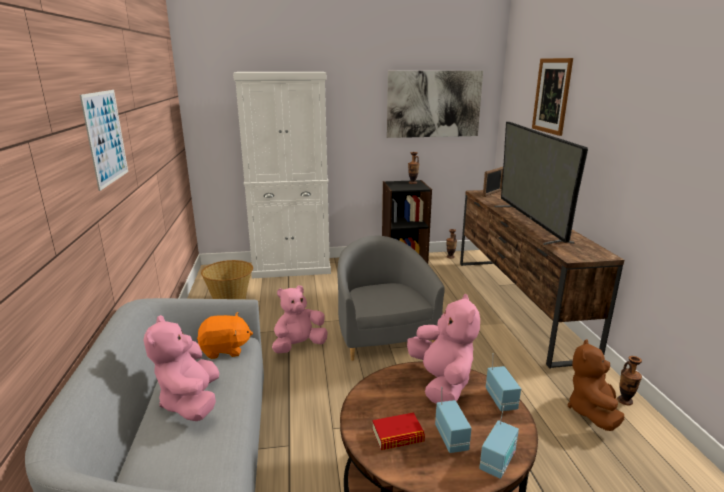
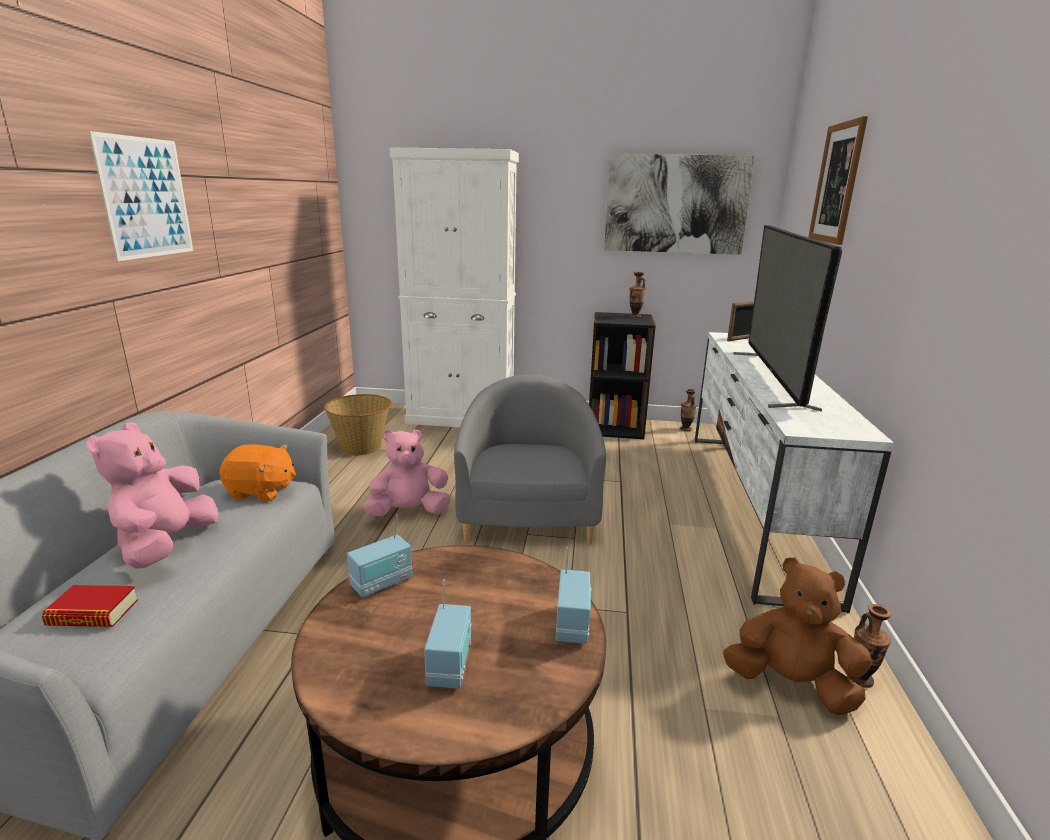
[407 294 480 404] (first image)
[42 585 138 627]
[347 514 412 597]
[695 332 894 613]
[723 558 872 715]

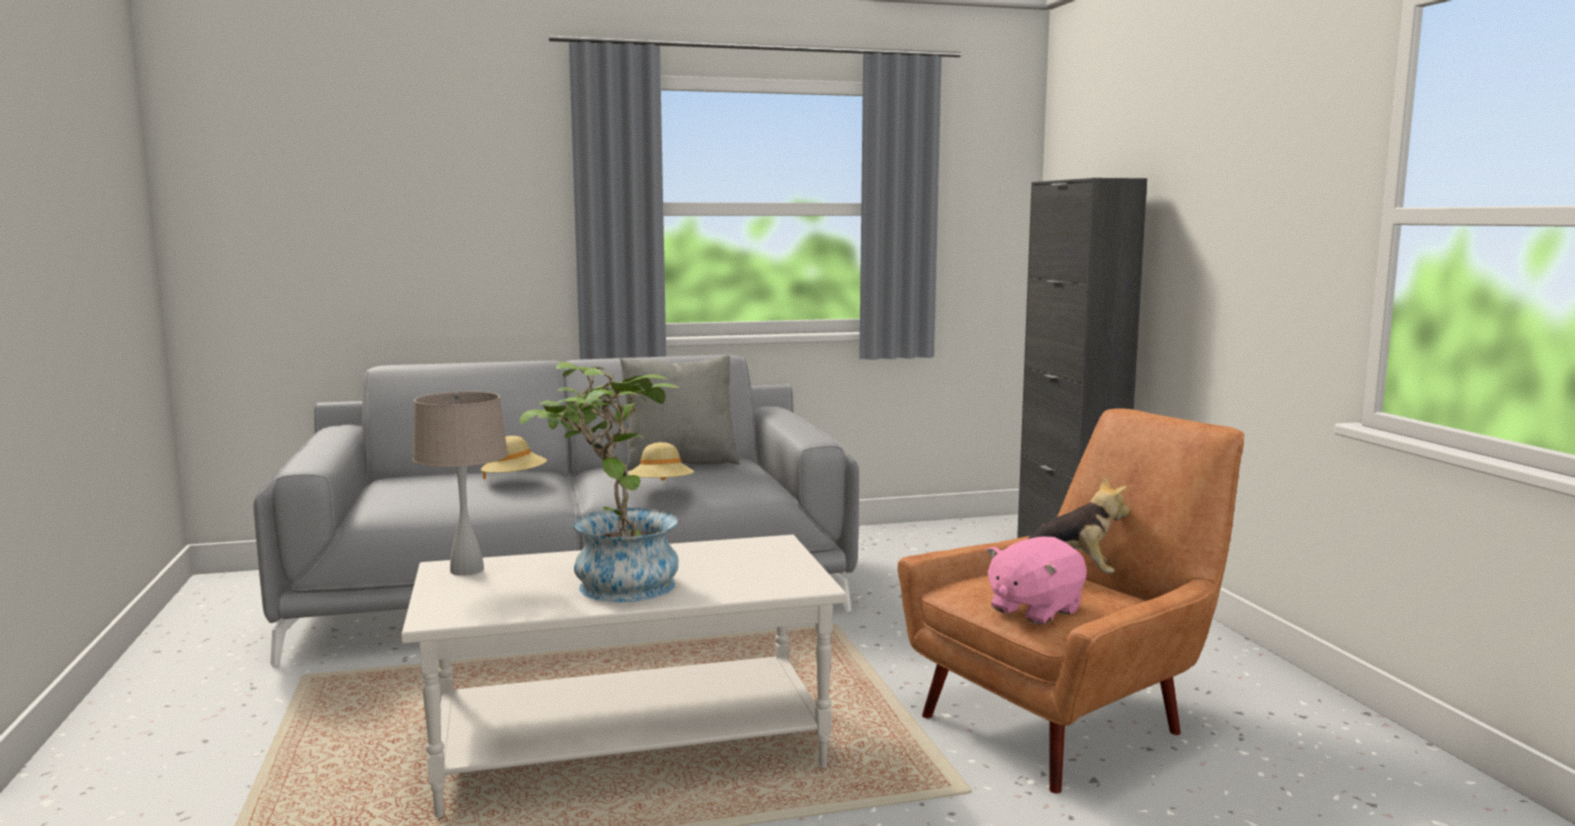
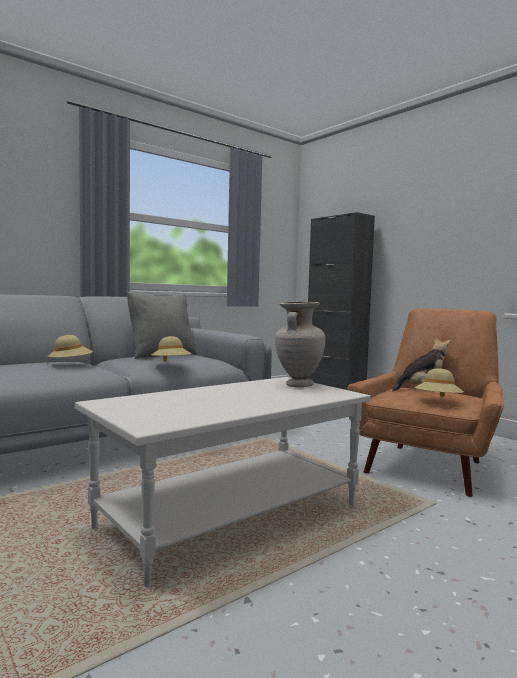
[412 391 508 576] (first image)
[520 362 679 602] (first image)
[275 302 325 387]
[414 368 464 397]

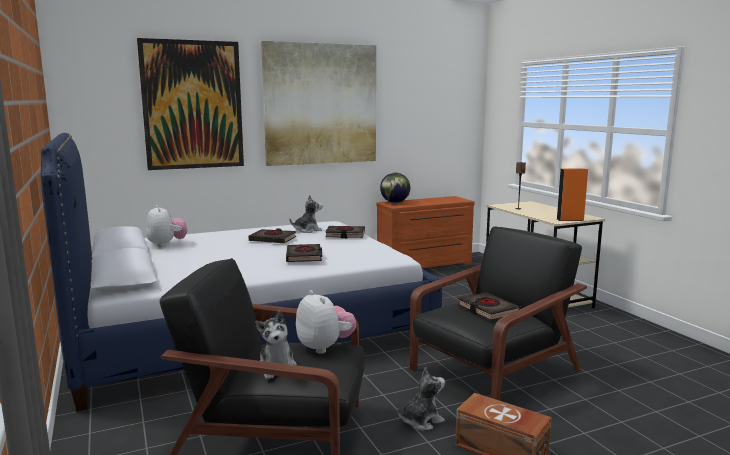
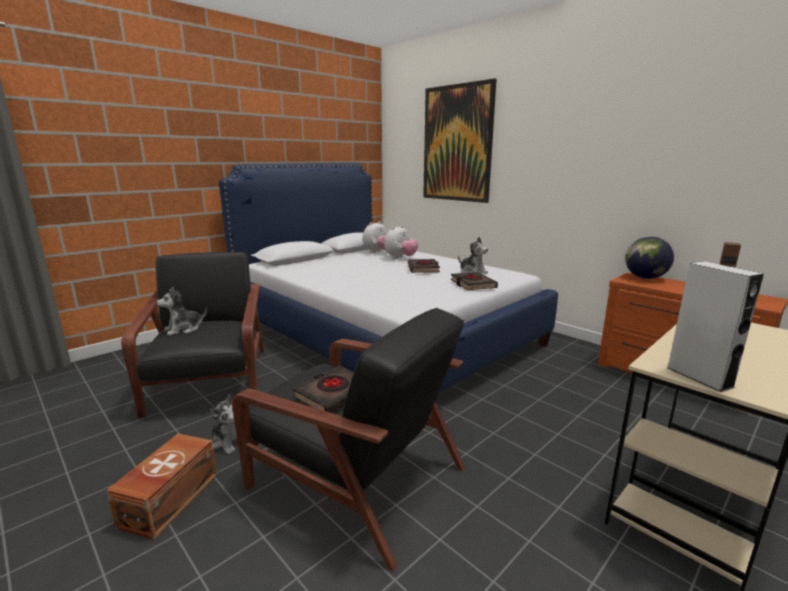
[261 41 376 166] (first image)
[286 244 322 262] (first image)
[384 225 419 259]
[667 261 764 392]

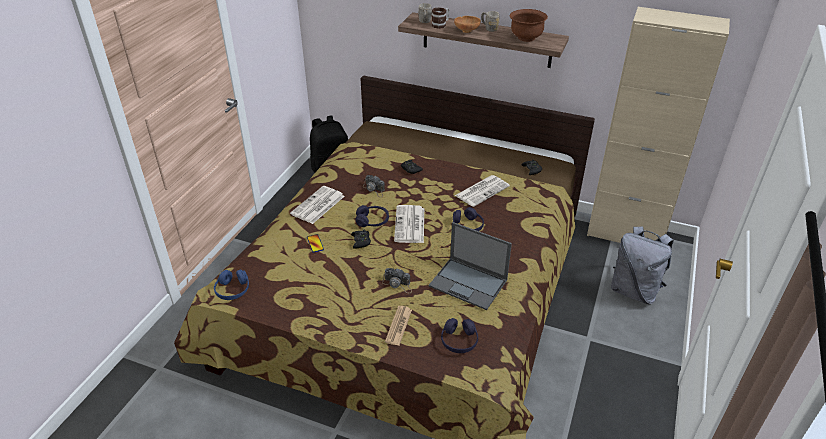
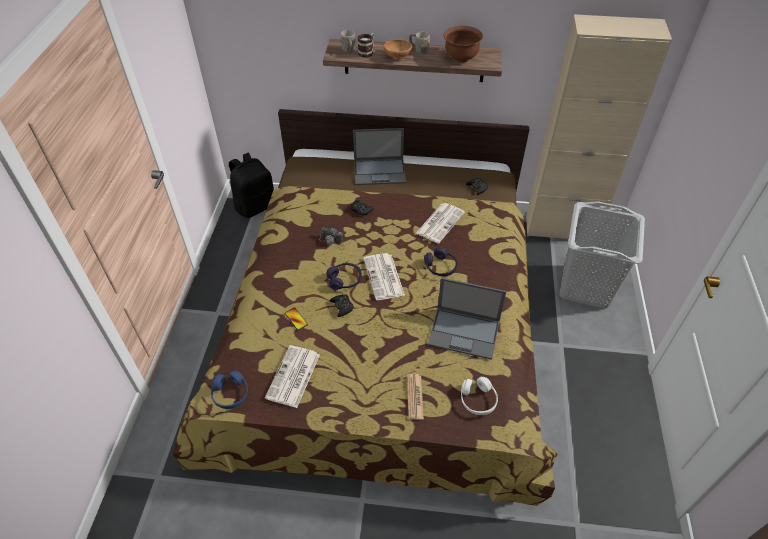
[382 268 412 293] (first image)
[353 128 406 185]
[265 345 320 408]
[559 202 645 308]
[461 377 498 415]

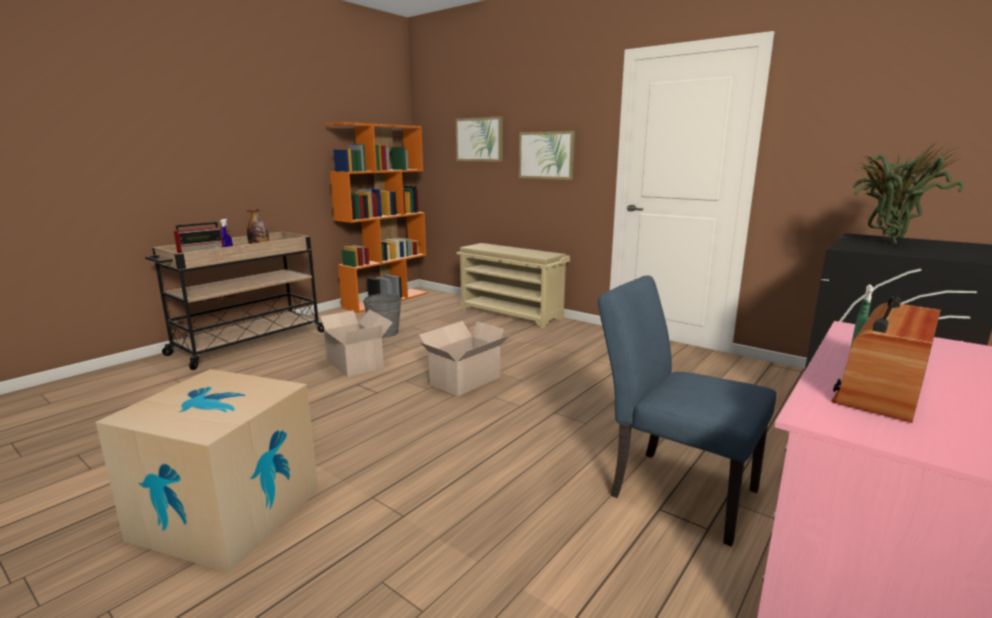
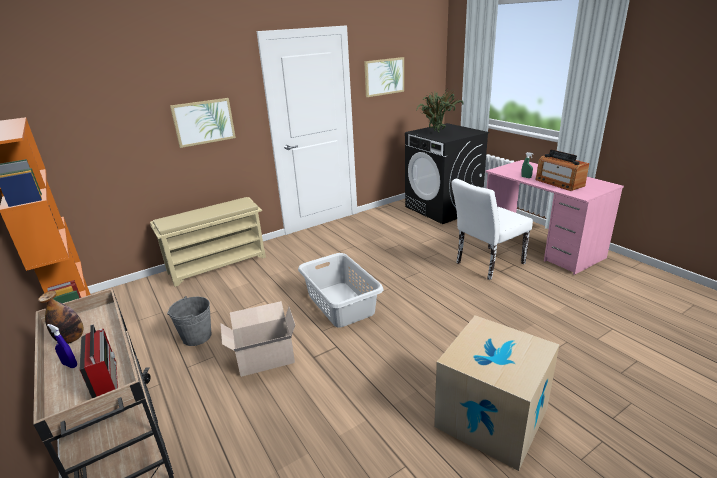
[364 57 404 97]
[298 253 384 327]
[451 179 533 280]

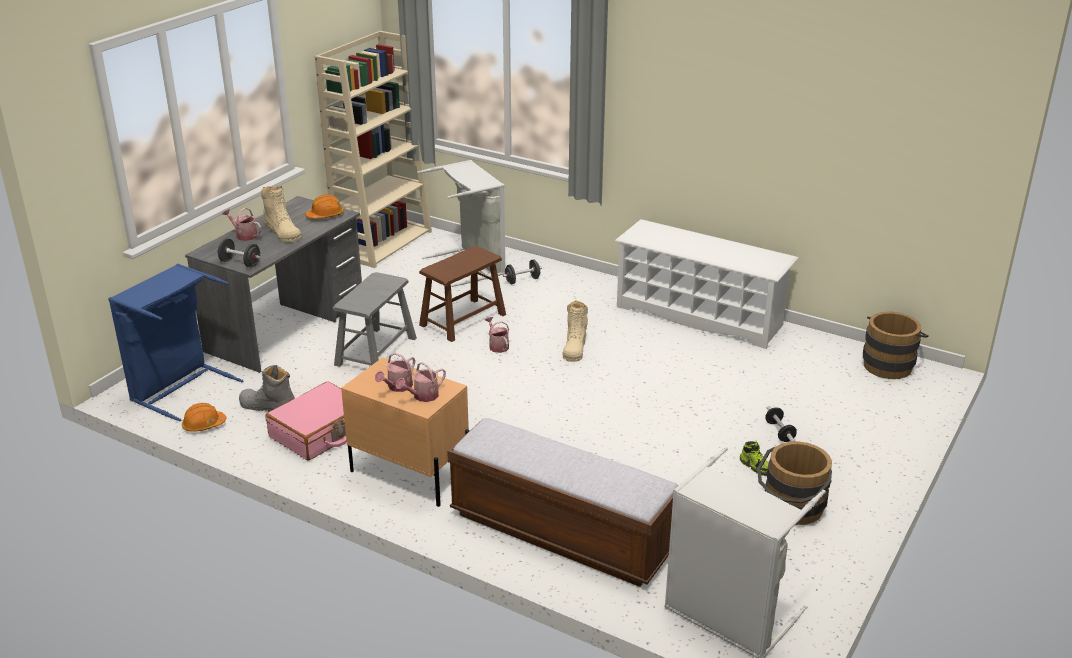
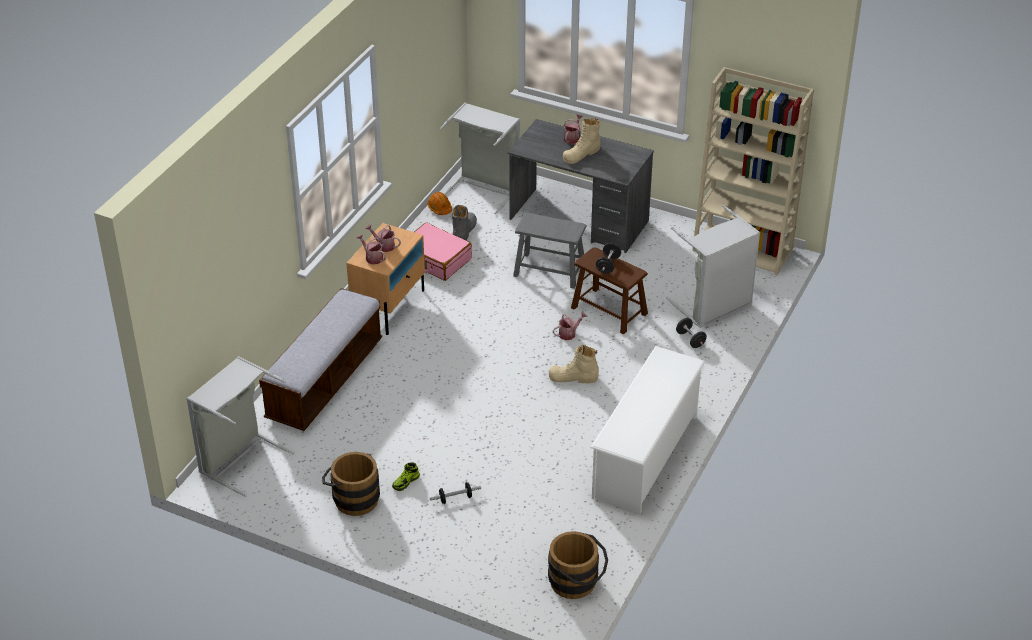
[306 194 344 219] (first image)
[596 243 621 274]
[440 102 520 214]

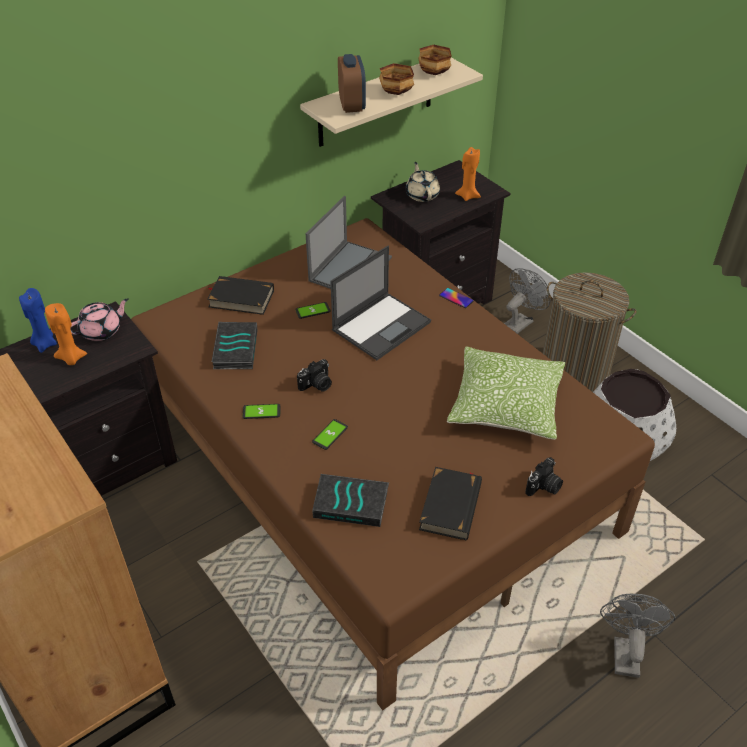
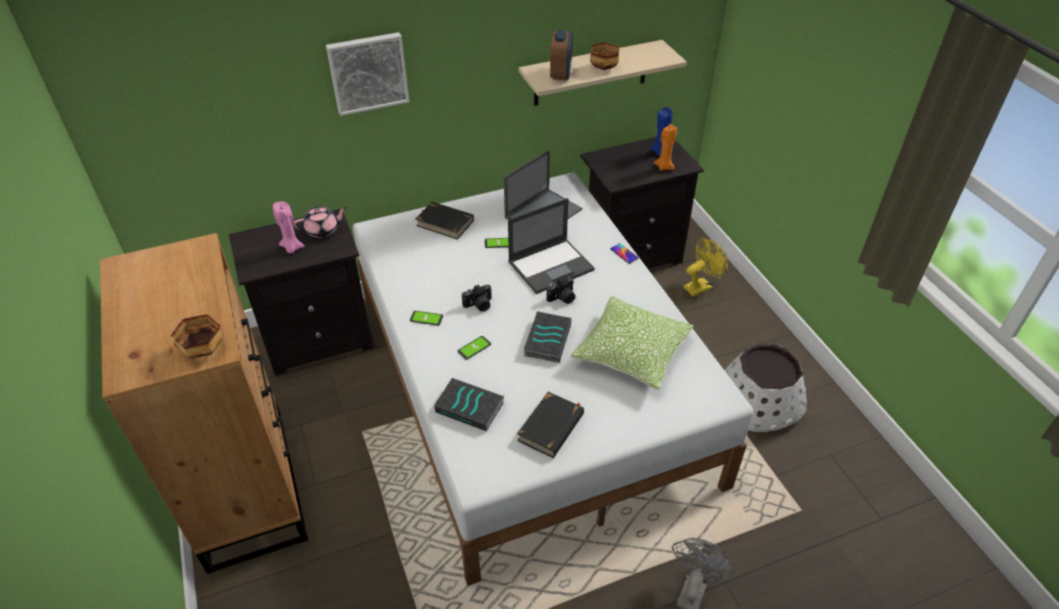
[406 162 440 202] (first image)
[543 272 637 392] (first image)
[326 32 409 116]
[650 107 673 156]
[524 311 572 363]
[171 314 224 359]
[547 277 575 304]
[273 202 305 253]
[353 173 753 586]
[684 238 728 296]

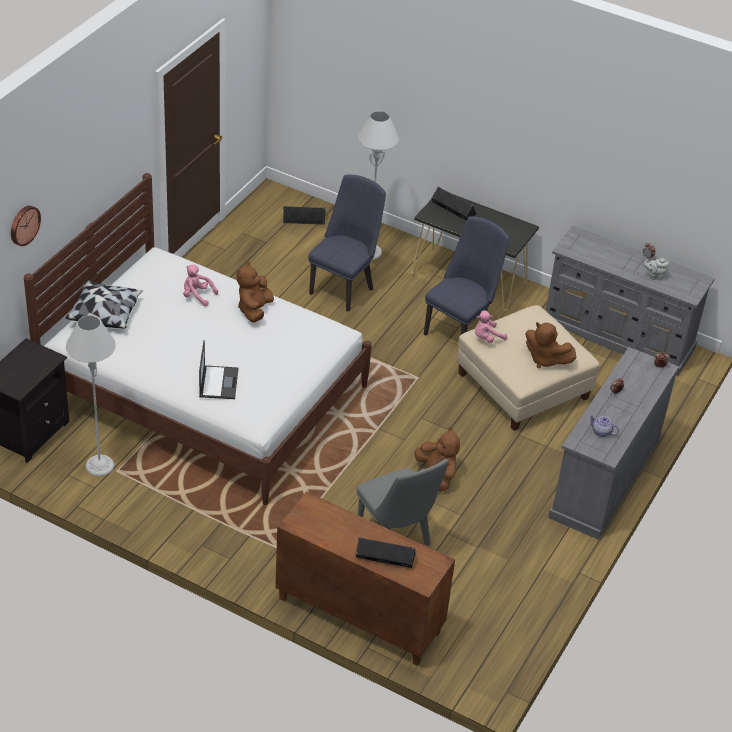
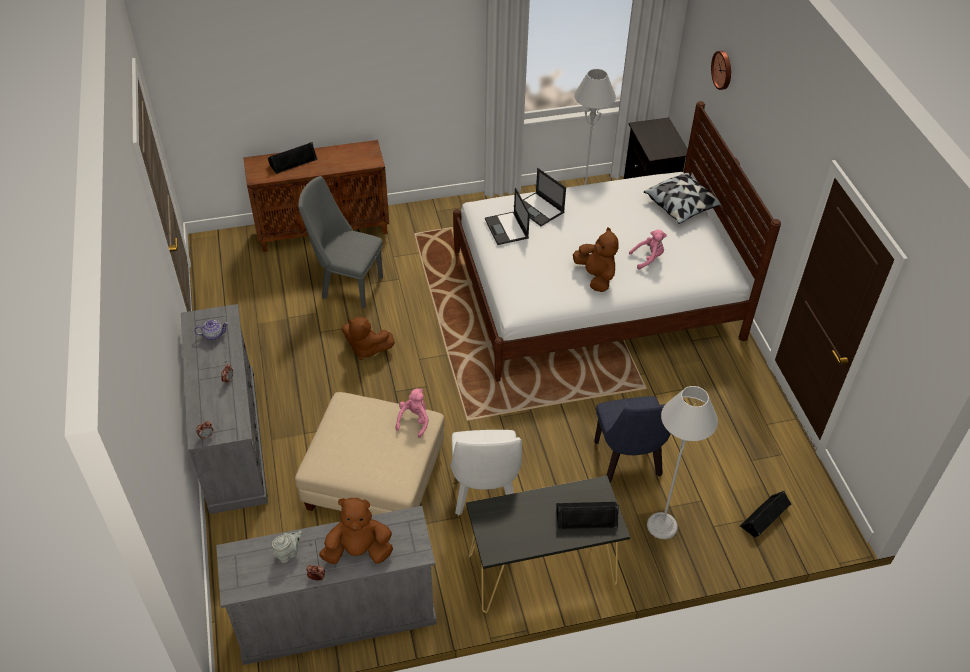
[485 187 530 245]
[319 498 393 564]
[450 430 522 515]

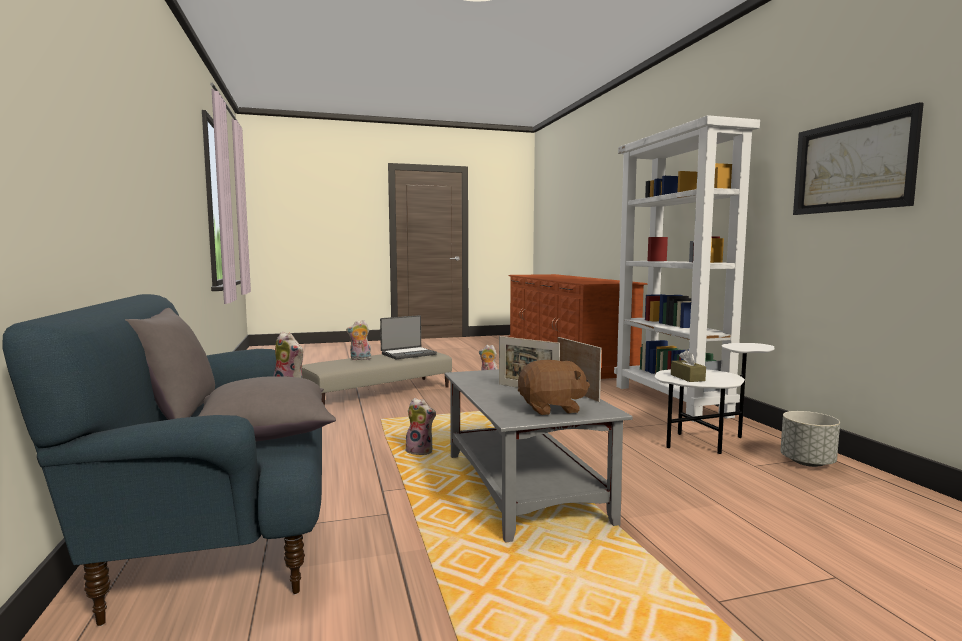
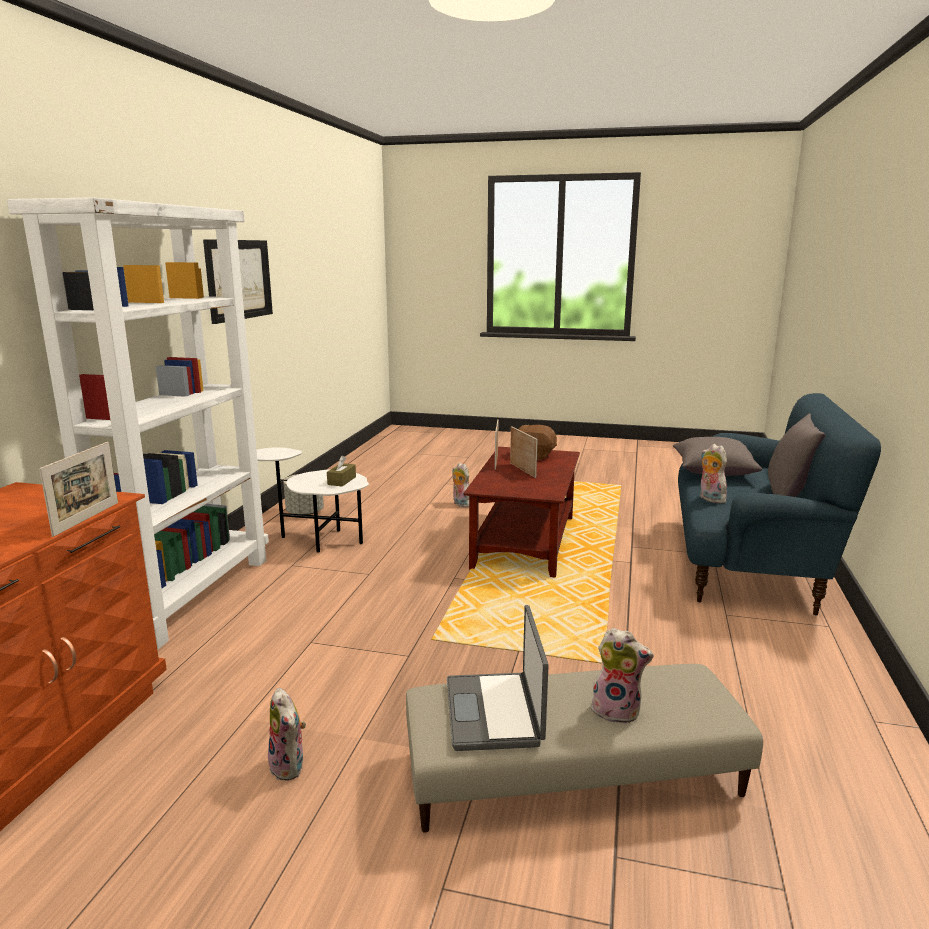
[39 442 118 537]
[452 463 469 507]
[464 447 580 578]
[447 605 549 751]

